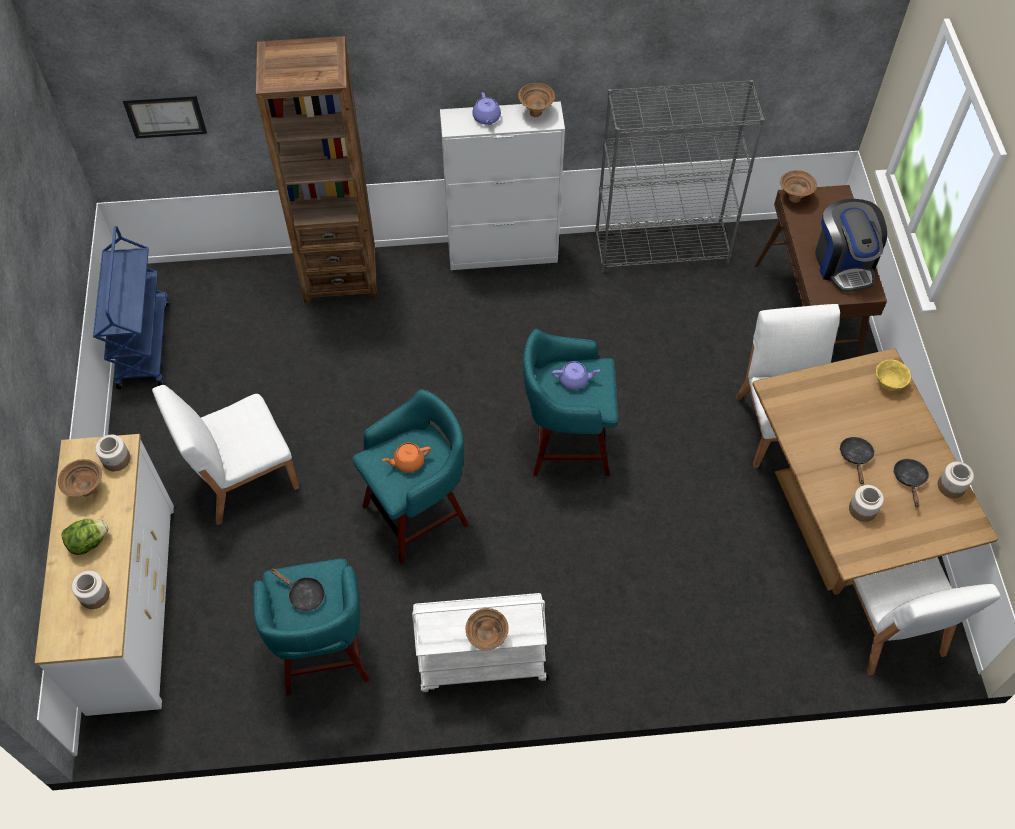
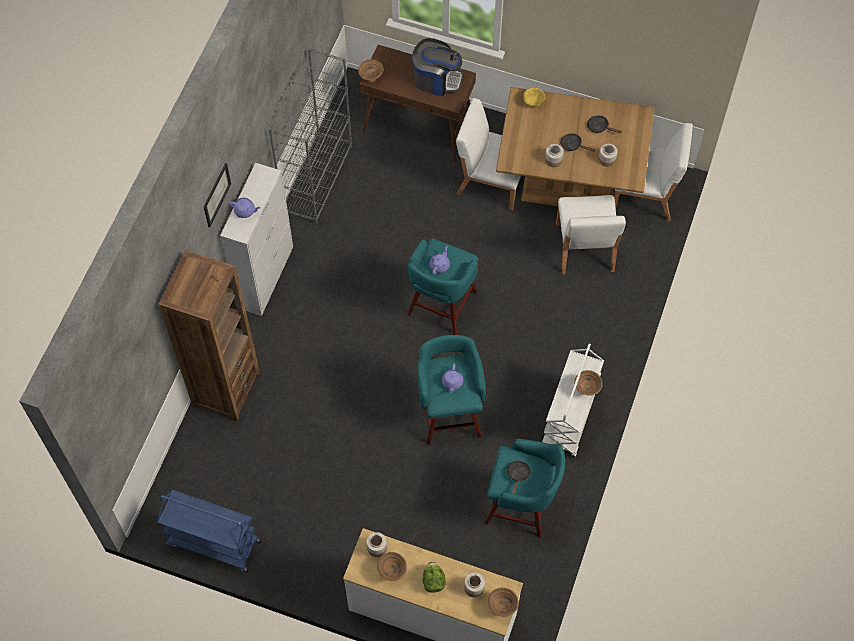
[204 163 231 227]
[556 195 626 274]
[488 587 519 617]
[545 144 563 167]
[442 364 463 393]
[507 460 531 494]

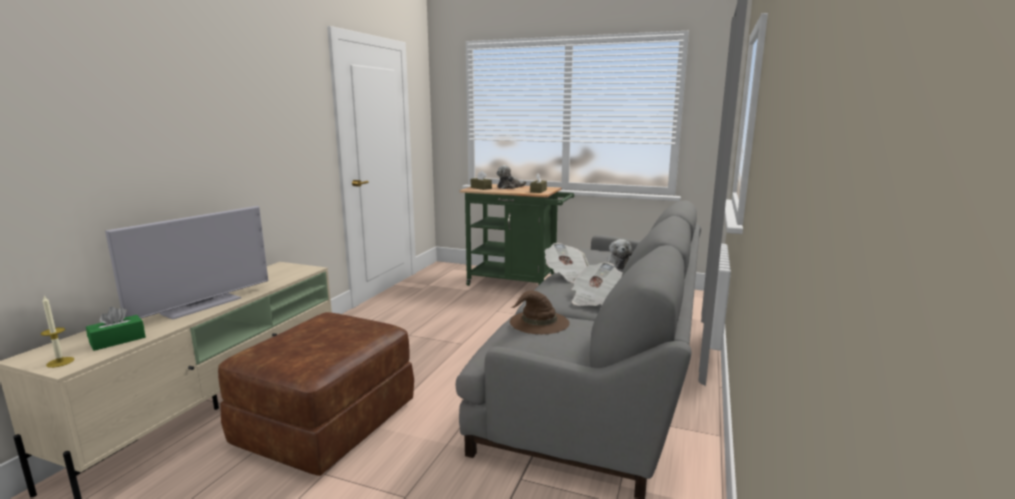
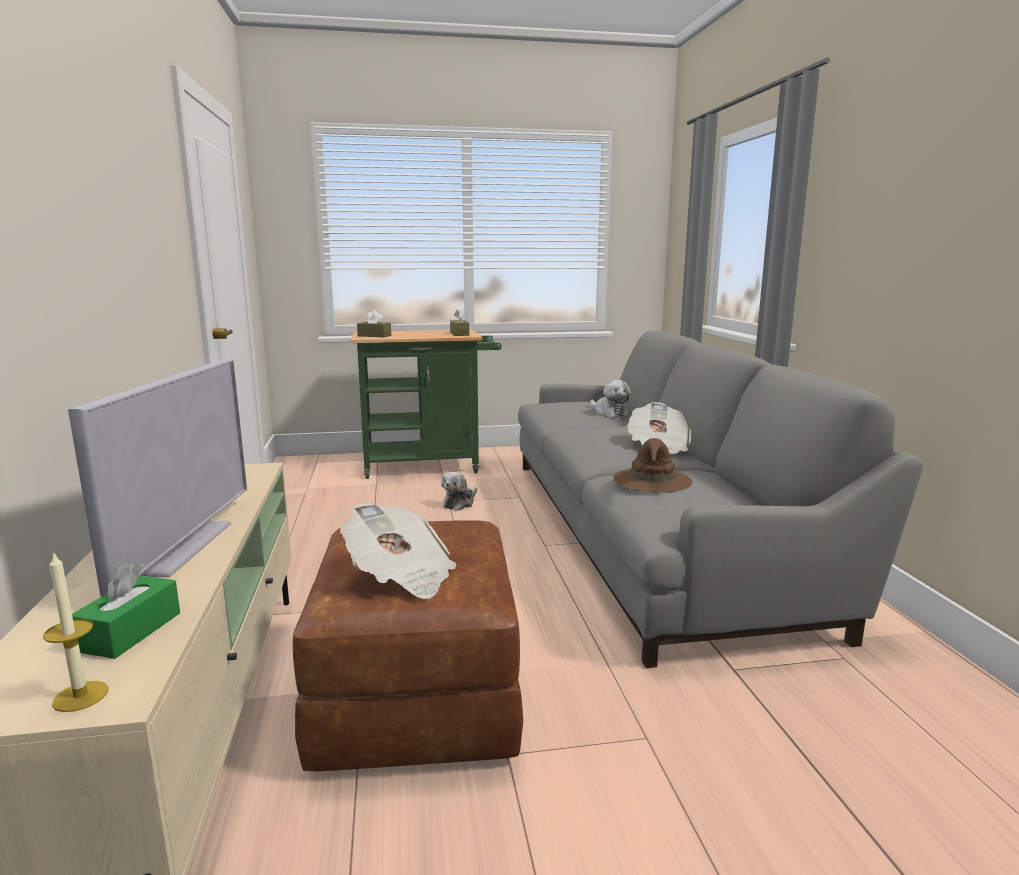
[441 472 477 511]
[340 503 456 599]

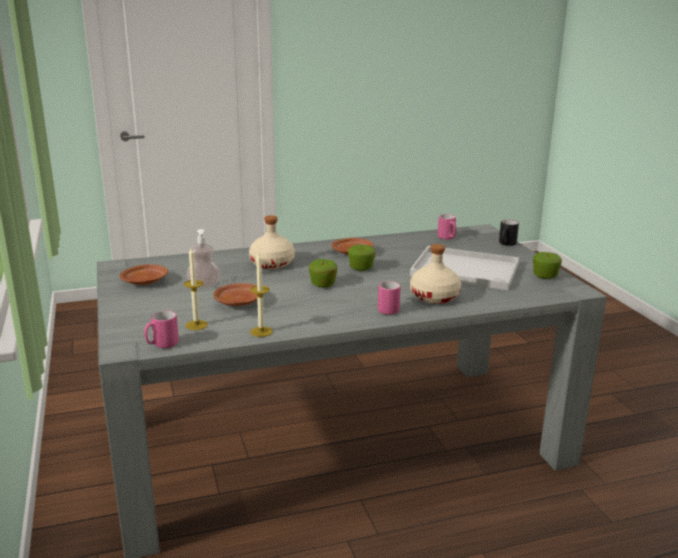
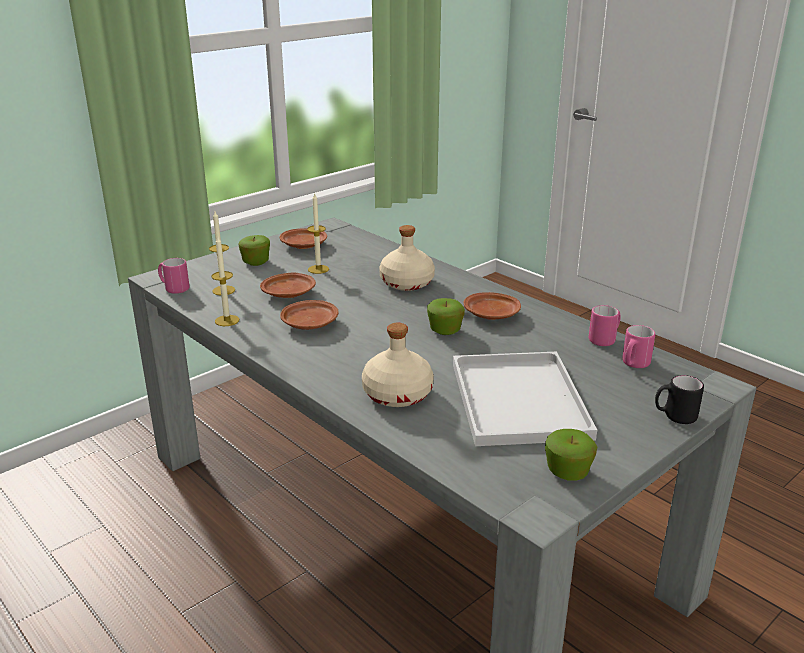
[280 300 339 330]
[239 235 270 266]
[589 305 621 346]
[307 194 329 274]

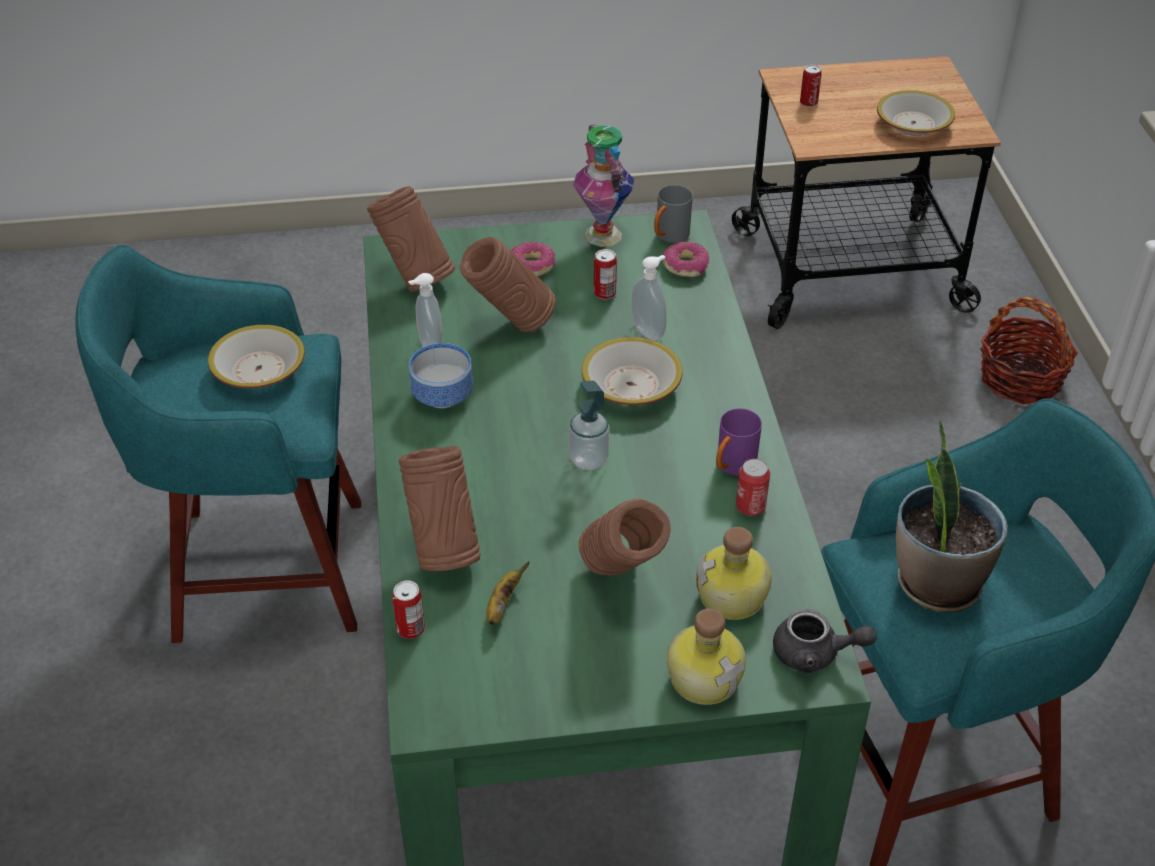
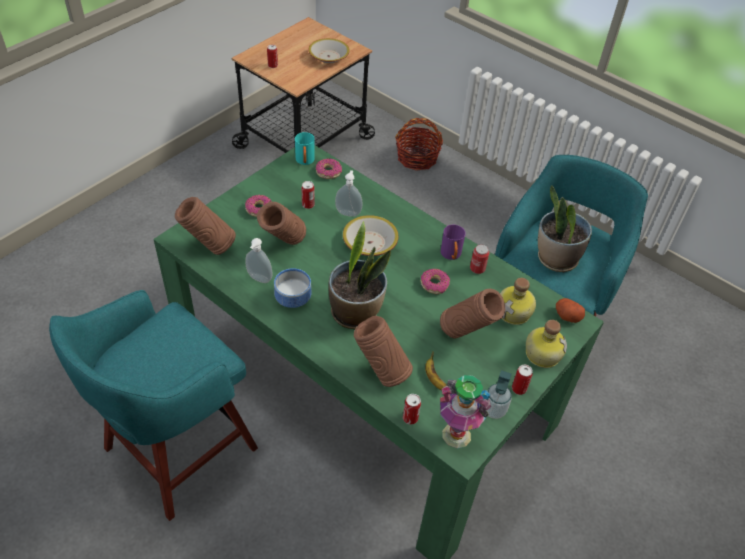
[208 325 305 388] (first image)
[329 221 391 329]
[421 269 450 294]
[512 365 533 395]
[487 370 512 419]
[440 375 491 448]
[556 298 585 323]
[295 132 315 165]

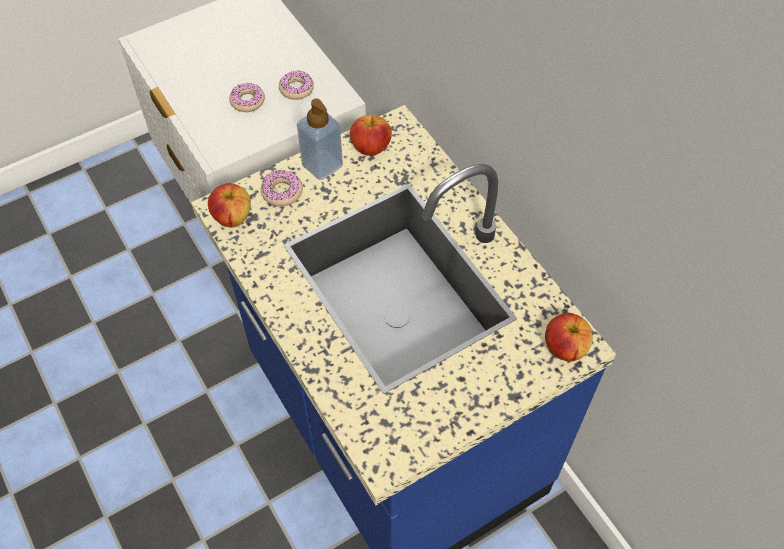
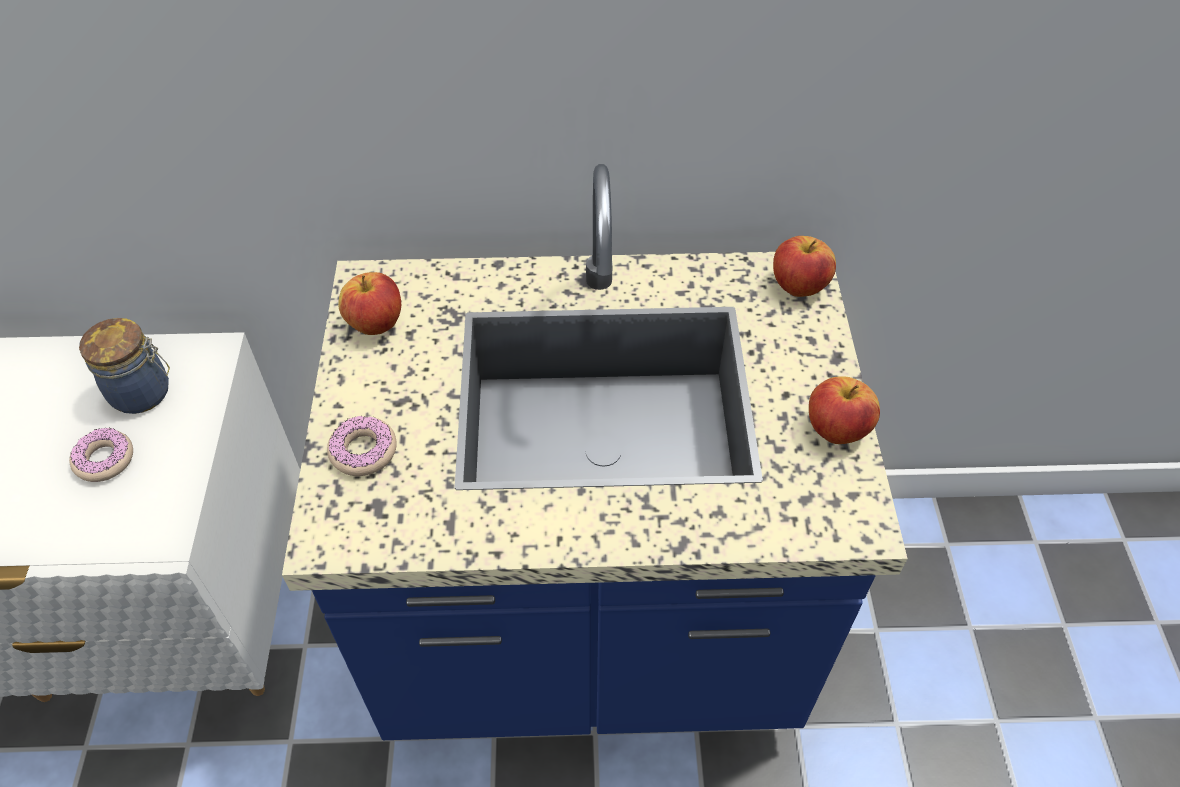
[297 98 343 180] (first image)
[809 376 880 444]
[79 318 170 414]

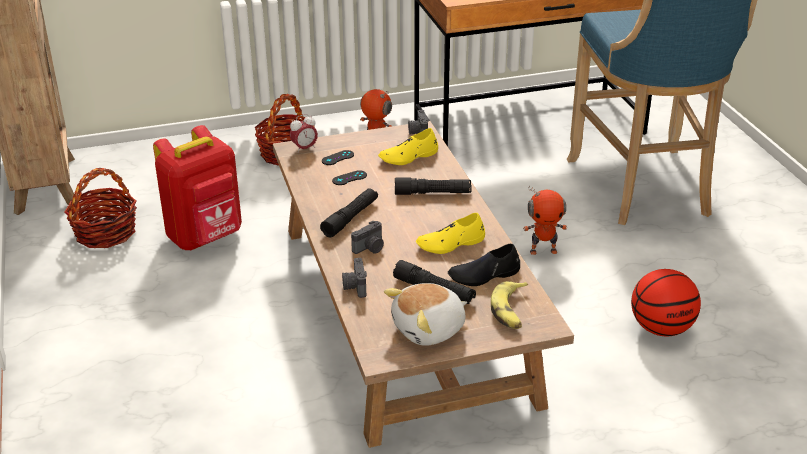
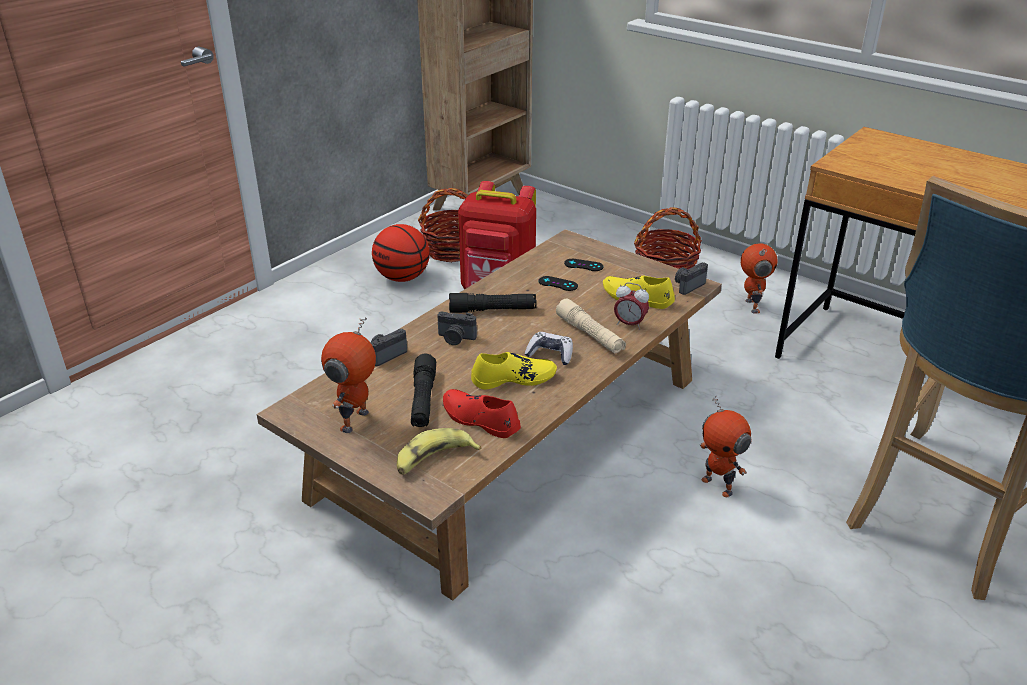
[525 332 573 365]
[614 282 649 330]
[372 224 430 282]
[321 317 376 433]
[556 298 626 354]
[443 389 521 438]
[471 352 557 389]

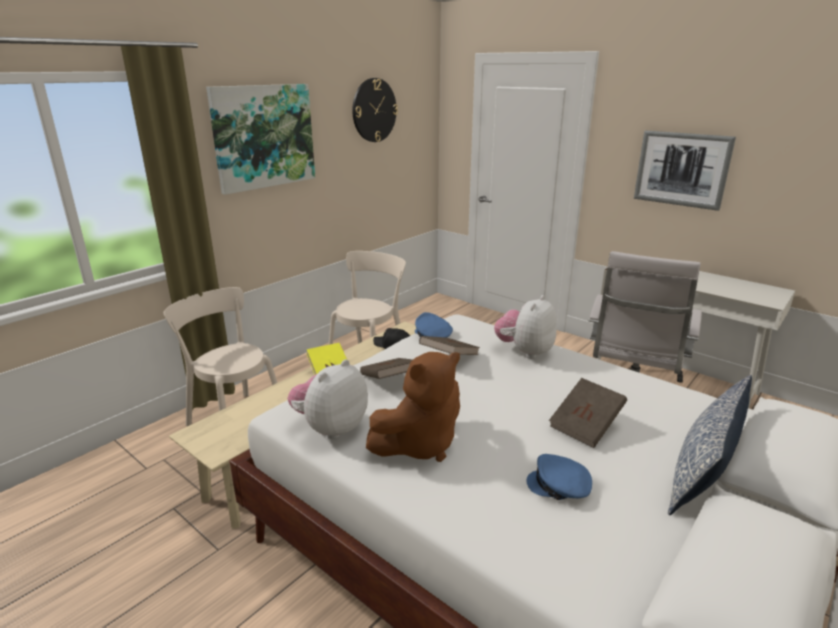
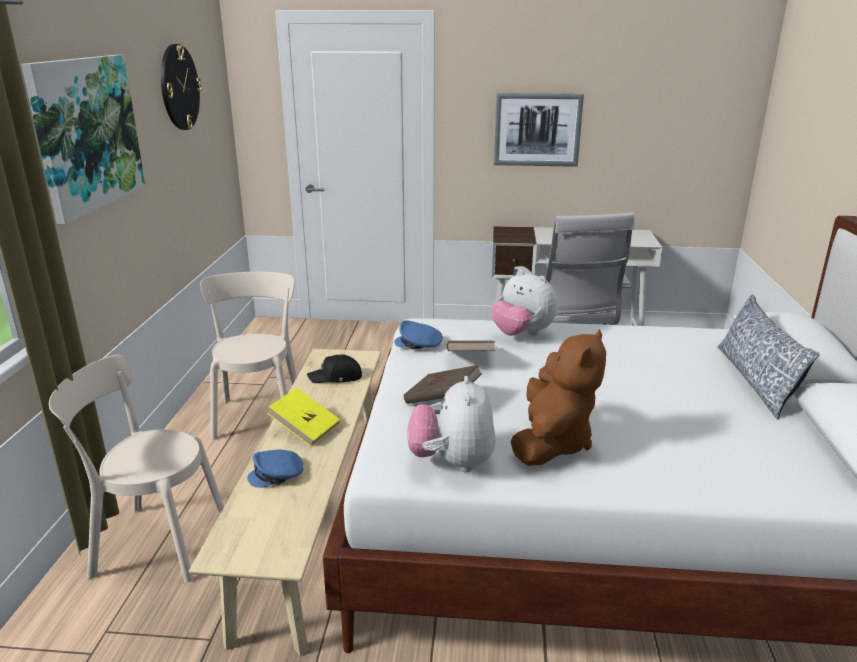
[549 378 627 448] (first image)
[247 449 303 488]
[491 270 558 336]

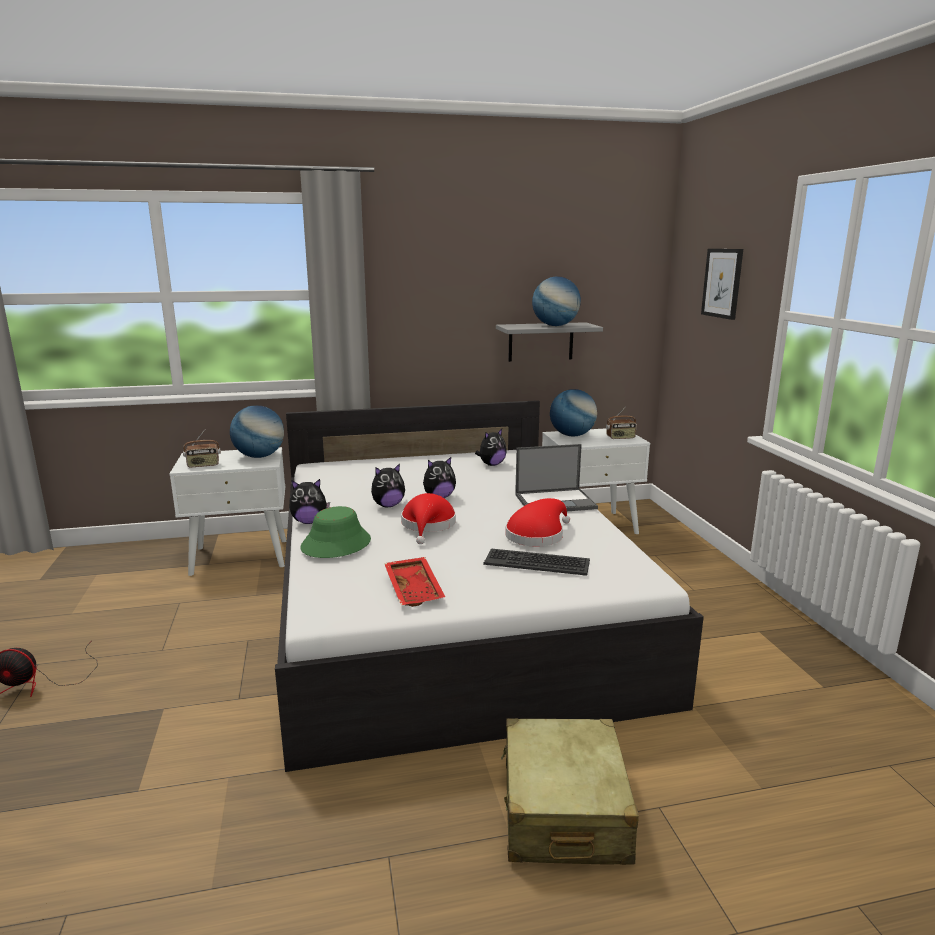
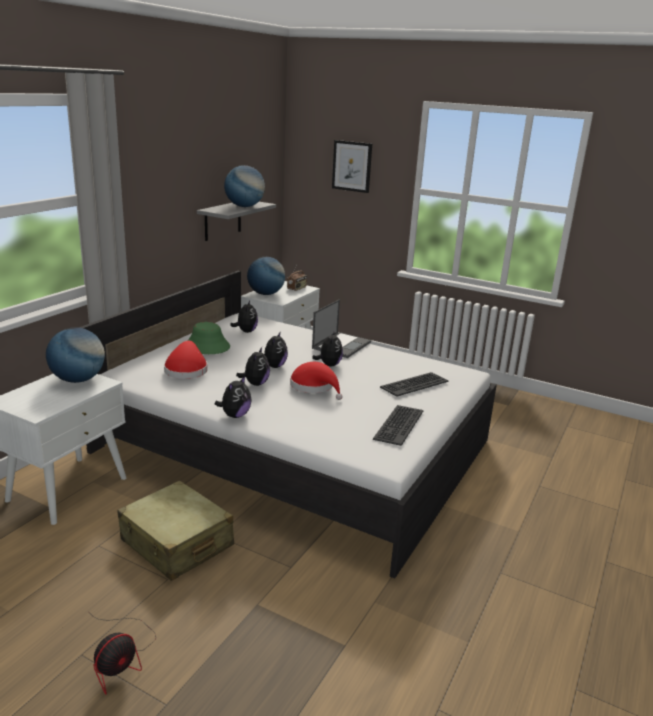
[183 430 221 468] (first image)
[312 330 343 367]
[187 322 230 354]
[117 480 234 581]
[164 341 207 379]
[373 405 423 446]

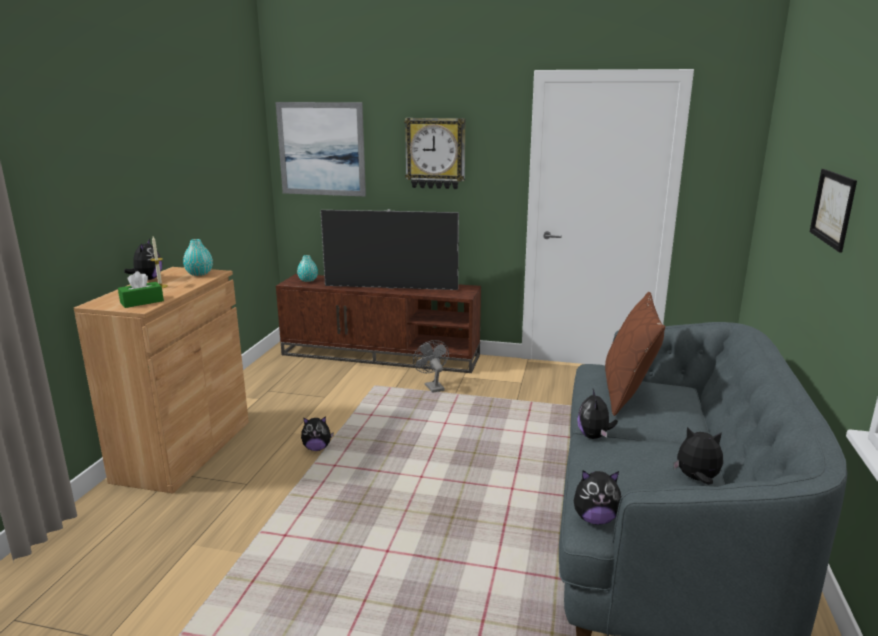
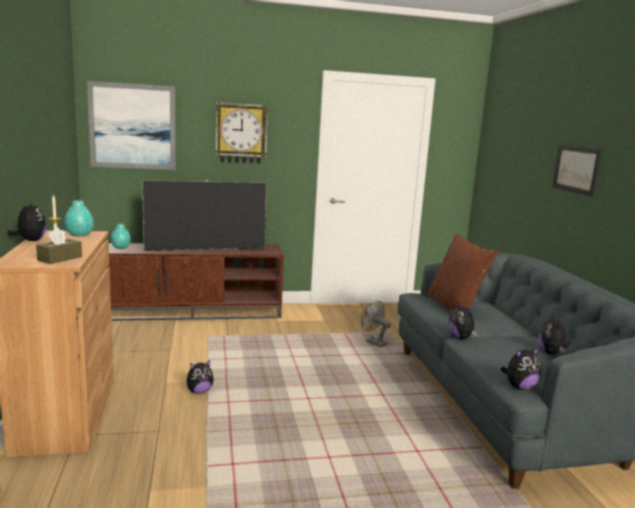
[361 301 391 347]
[36 227 82 264]
[538 314 571 355]

